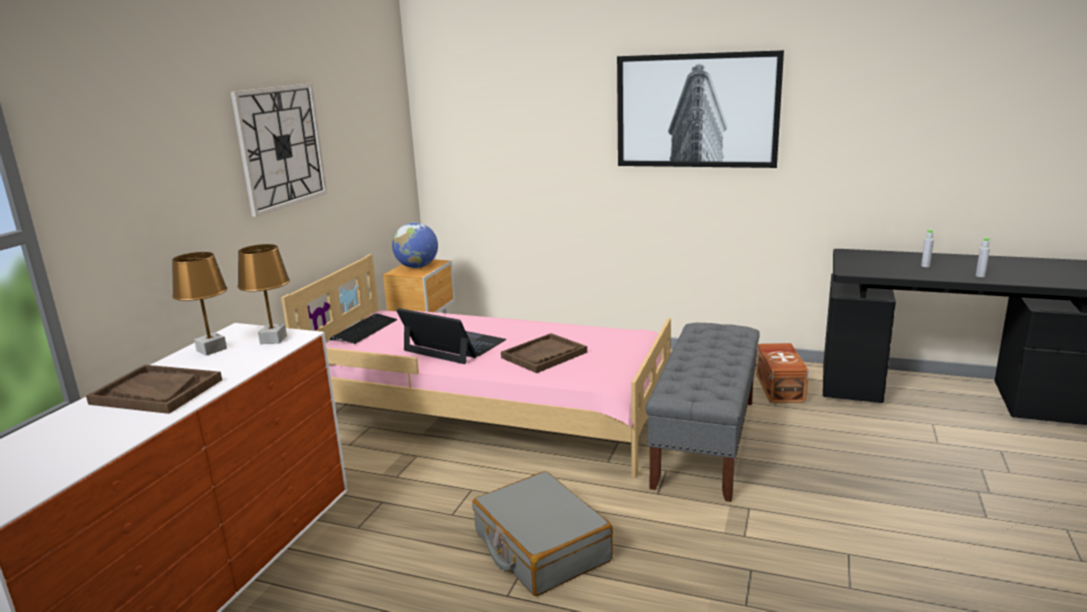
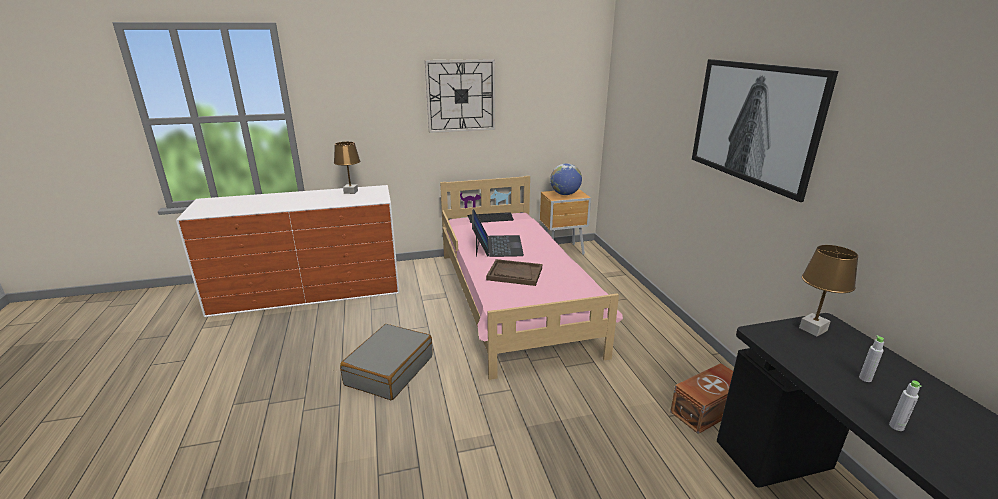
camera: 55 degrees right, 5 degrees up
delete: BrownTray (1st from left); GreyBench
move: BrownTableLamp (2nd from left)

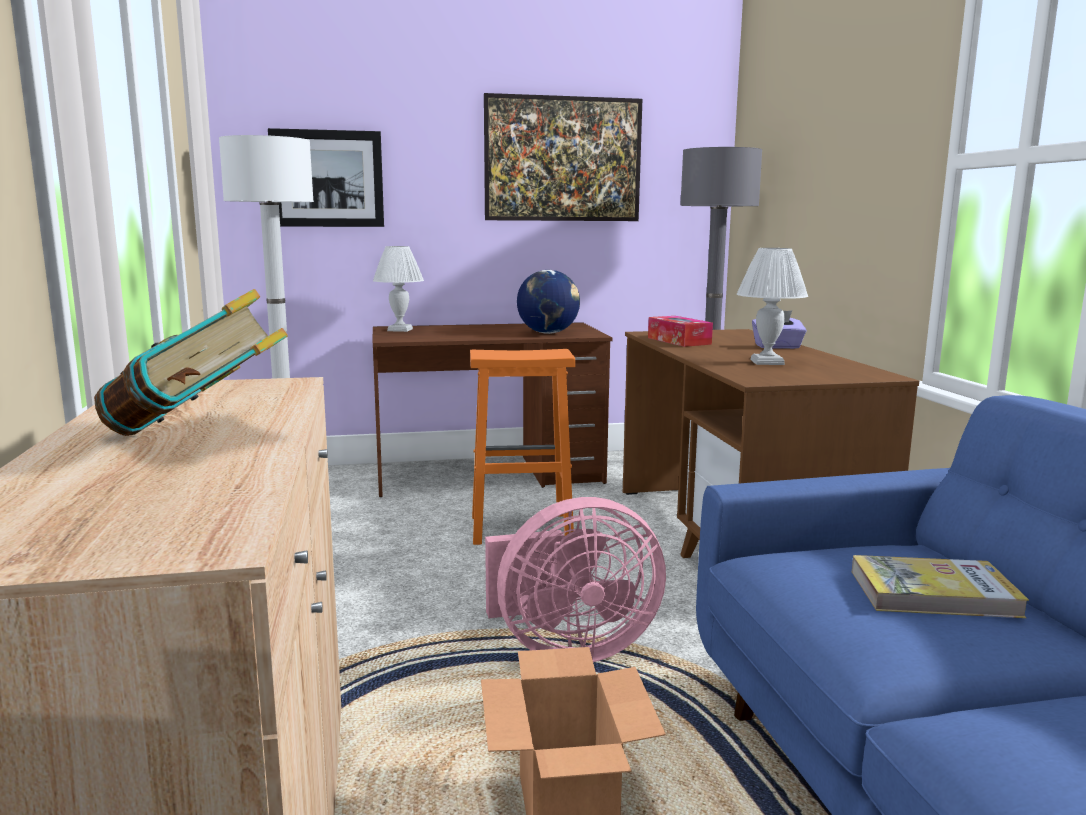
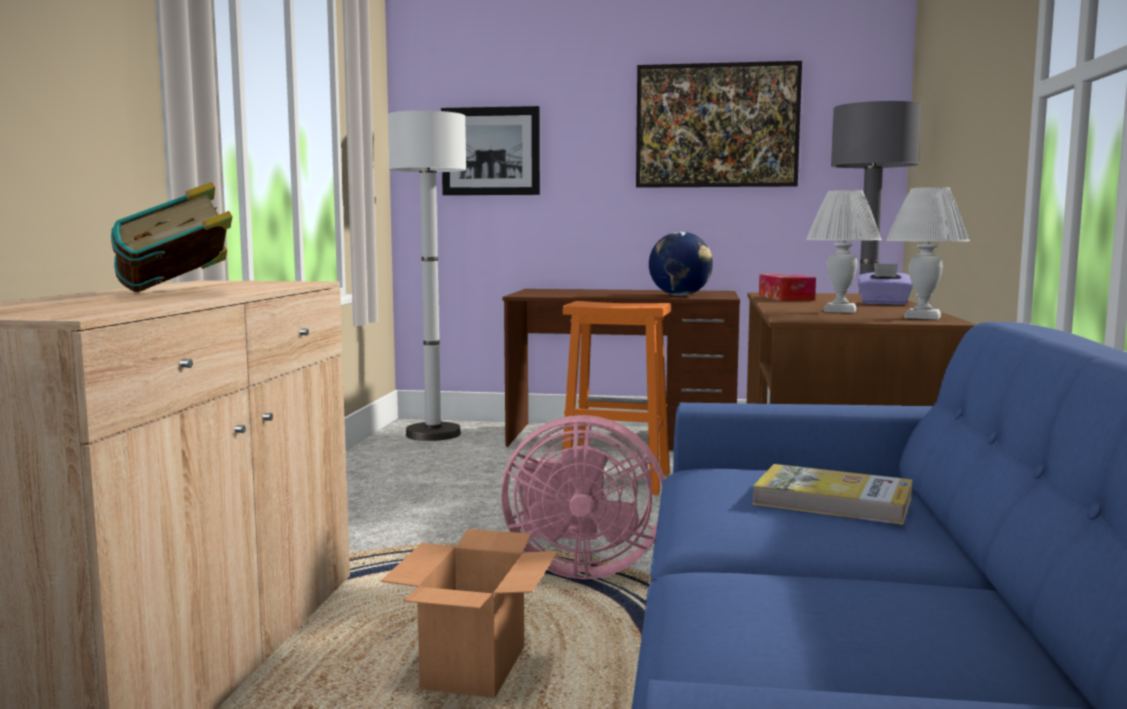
camera: 20 degrees right, 5 degrees down
move: WhiteTableLamp (1st from left in the first image) to WhiteTableLamp (2nd from left)

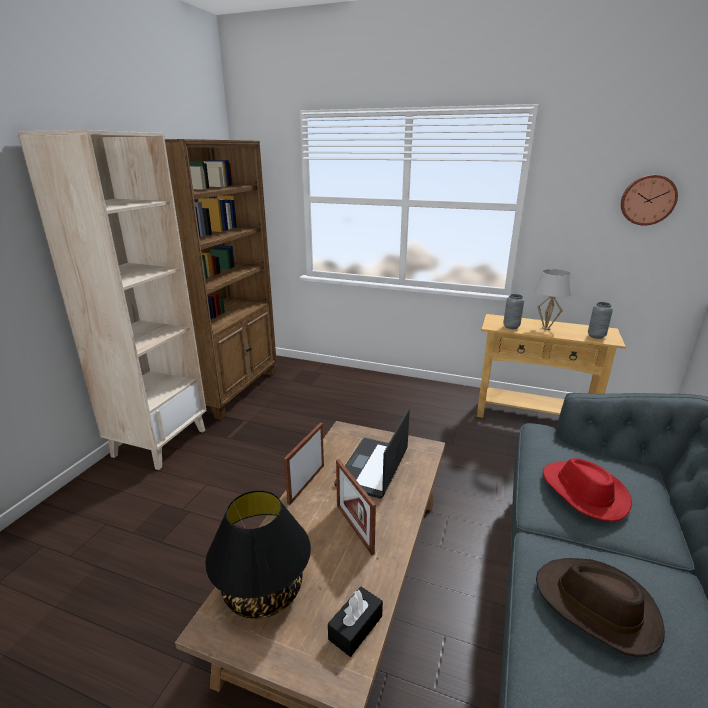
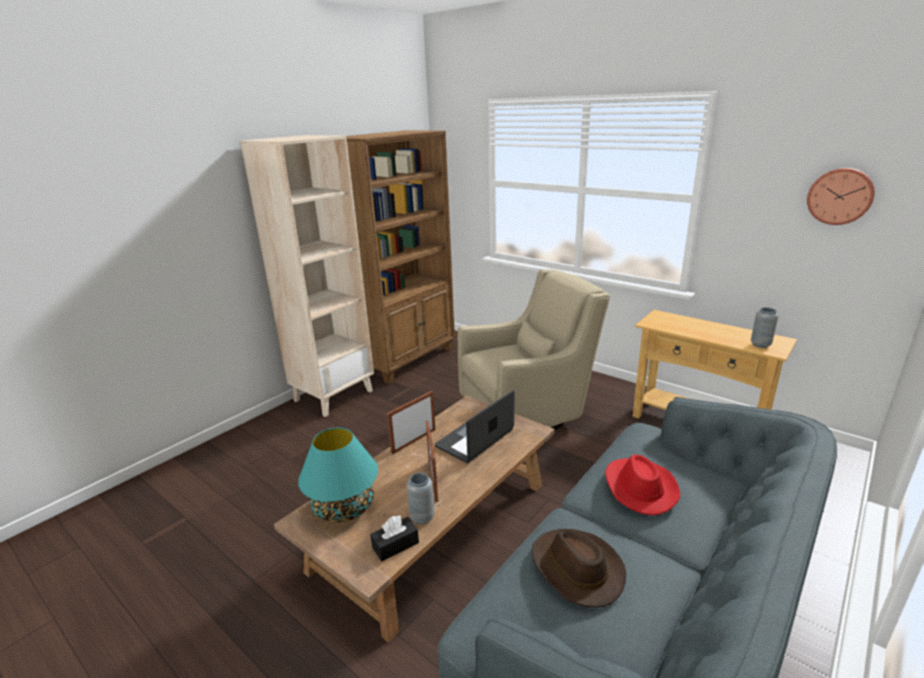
camera: 20 degrees right, 0 degrees up
delete: WhiteTableLamp
insert: BeigeArmchair
move: GreyVase (1st from left)
recolor: BlackTableLamp to TurquoiseTableLamp

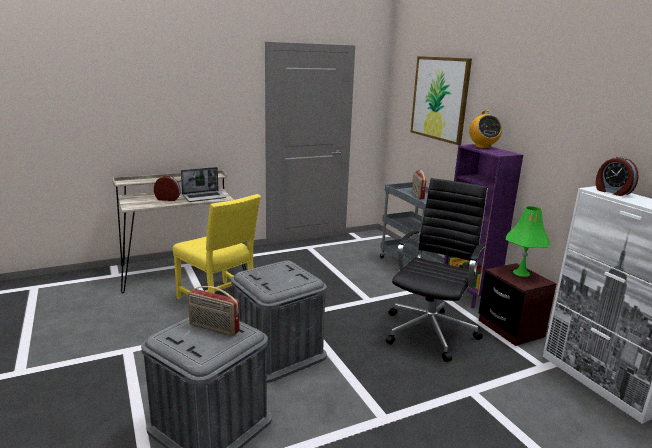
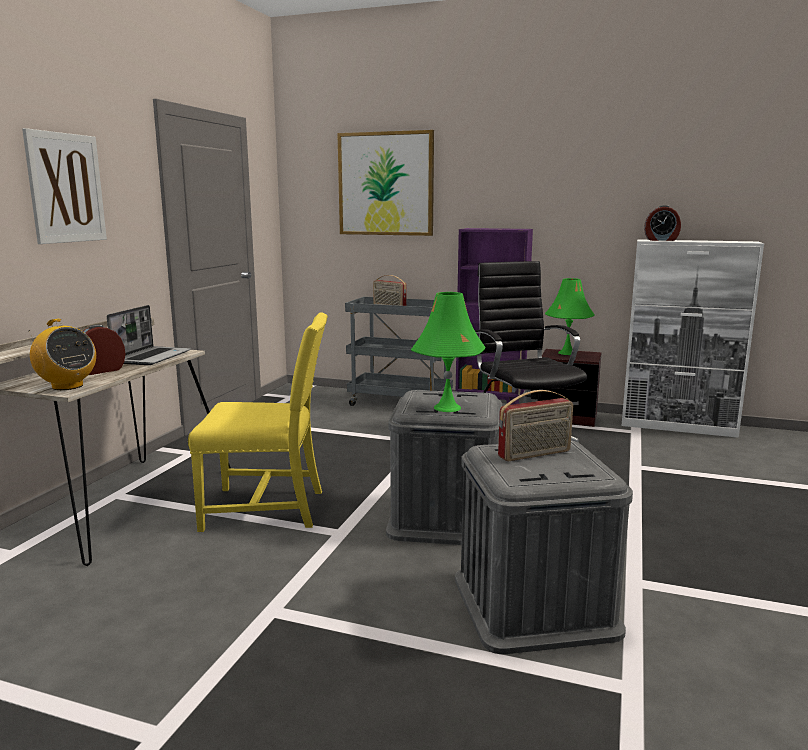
camera: 45 degrees left, 5 degrees down
insert: Picture (1st from left); GreenTableLamp (1st from left)
move: Radio (3rd from left in the first image) to Radio (1st from left)

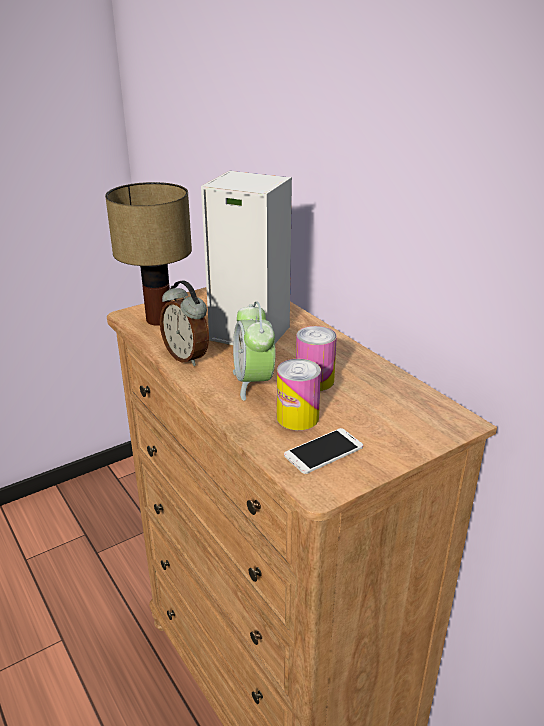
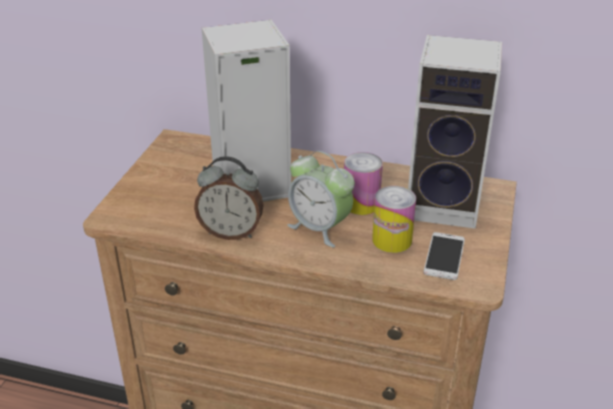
camera: 40 degrees left, 5 degrees up
delete: TableLamp
insert: Speaker (2nd from left)

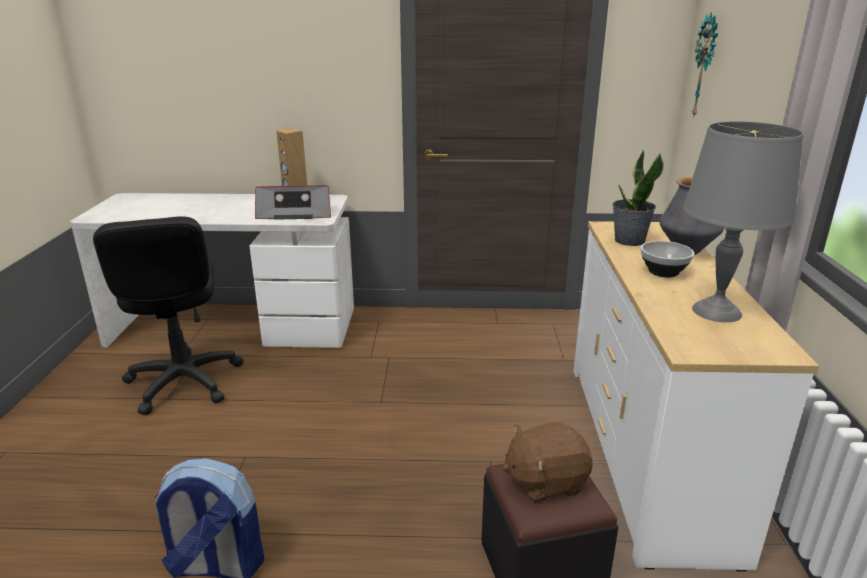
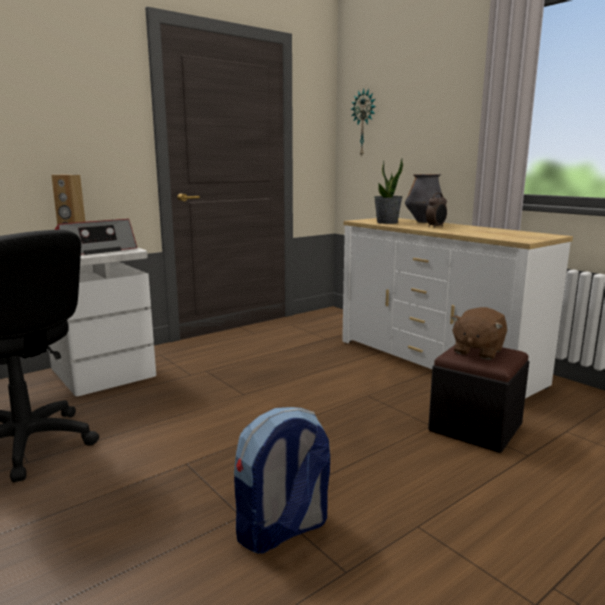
camera: 40 degrees left, 10 degrees down
delete: GreyTableLamp
replace: Bowl to AlarmClock

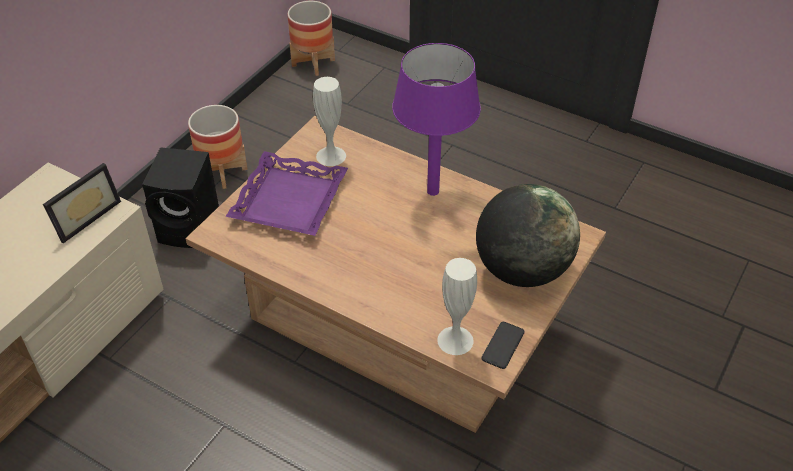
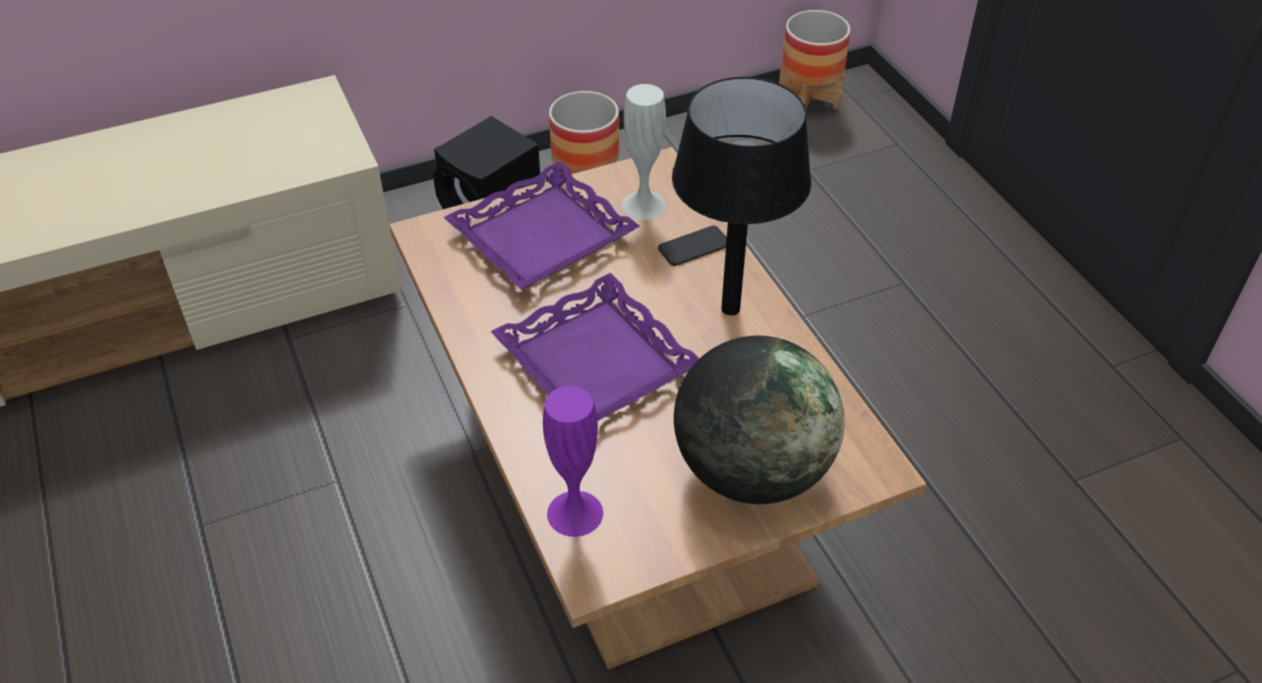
camera: 35 degrees right, 0 degrees up
delete: PictureFrame
insert: PurpleTray (2nd from left)
move: Phone
recolor: PurpleTableLamp to BlackTableLamp; WhiteVase (2nd from left) to PurpleVase

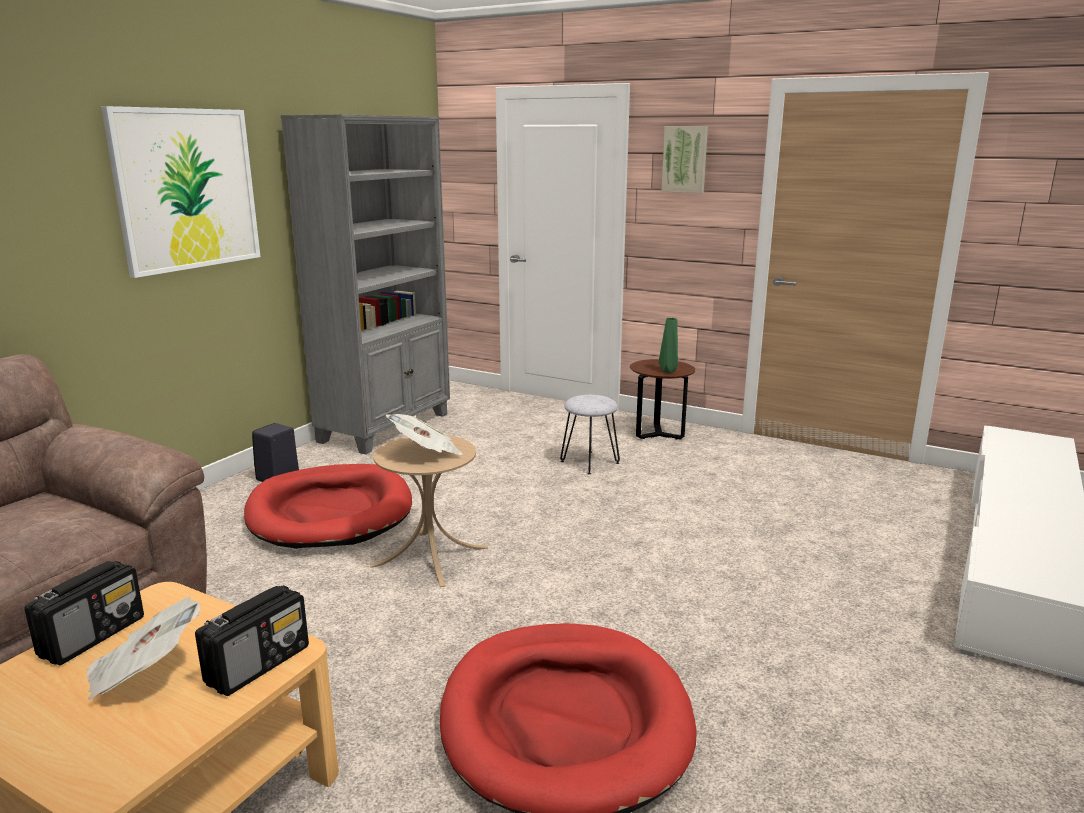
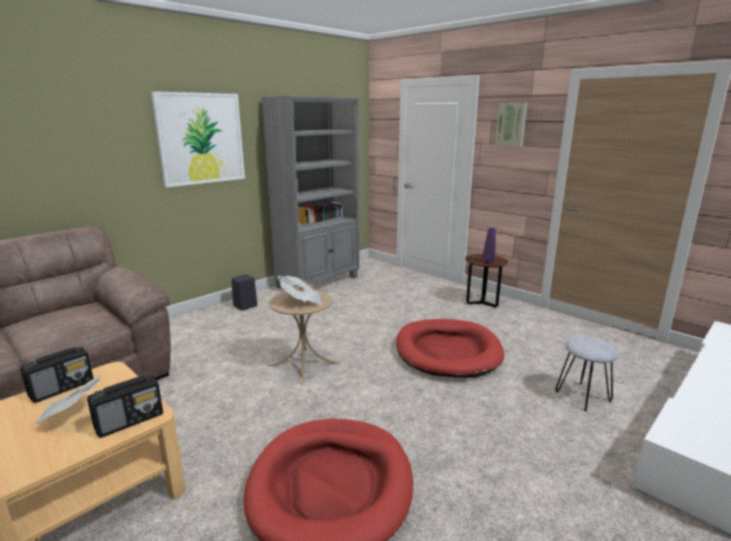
camera: 15 degrees right, 0 degrees up
move: RedDogBed (1st from left in the first image) to RedDogBed (2nd from left); GreyStool
recolor: GreenVase to PurpleVase

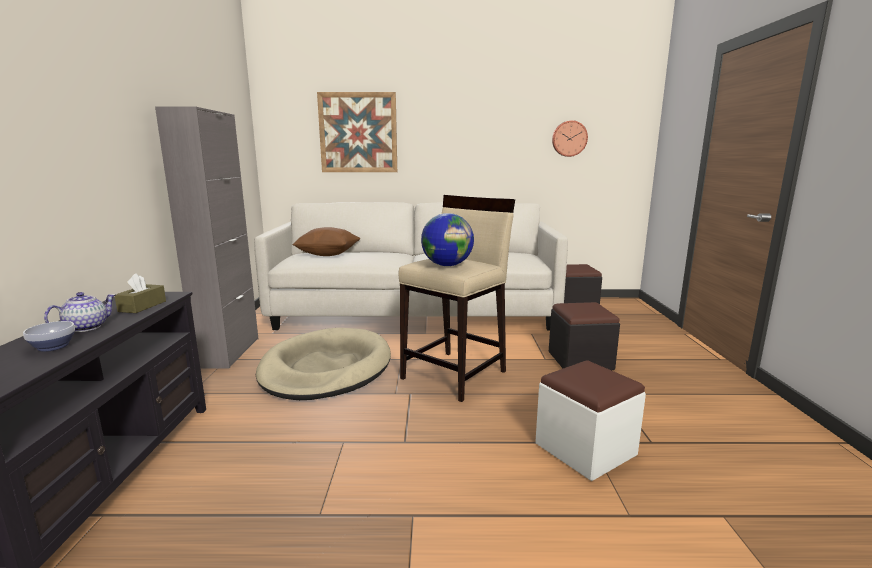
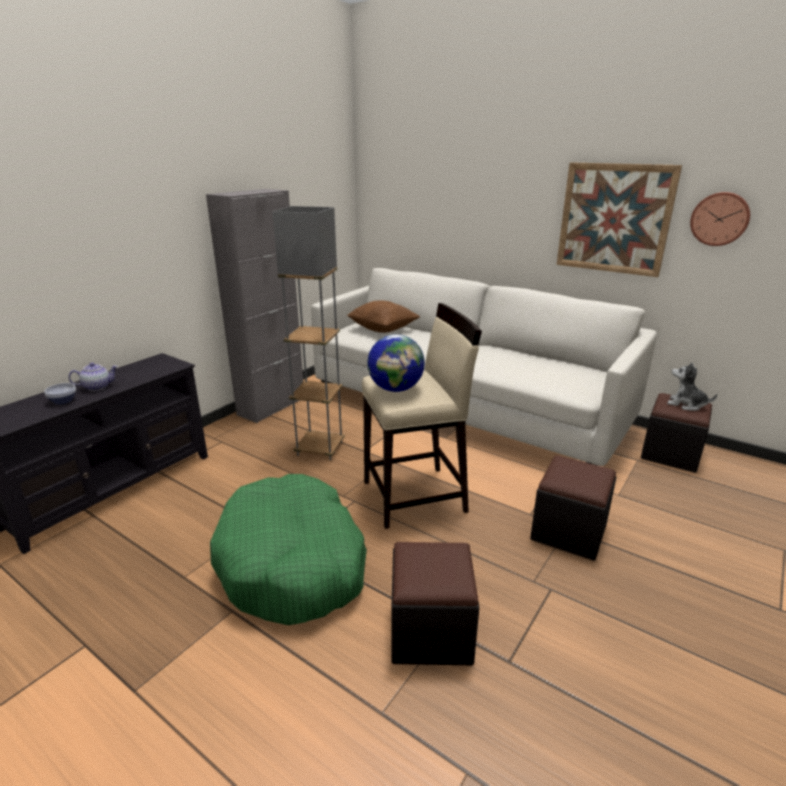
camera: 35 degrees right, 10 degrees up
delete: BrownTissueBox
insert: GreenDogBed; PlushToy
move: Picture
replace: BeigeDogBed to GreyFloorLamp
recolor: WhiteOttoman to BlackOttoman (1st from left)

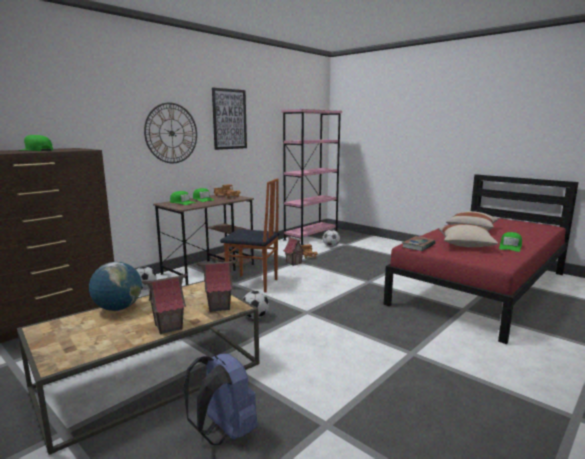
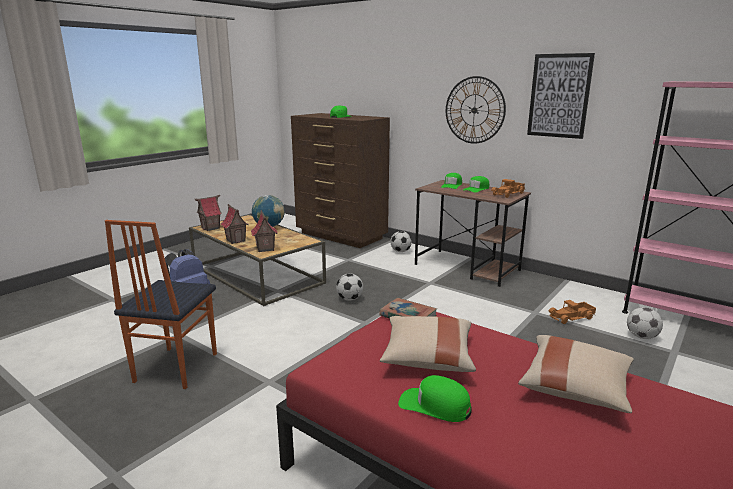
camera: 85 degrees right, 5 degrees up
move: Chair; ToyHouse (3rd from left in the first image) to ToyHouse (1st from left)

